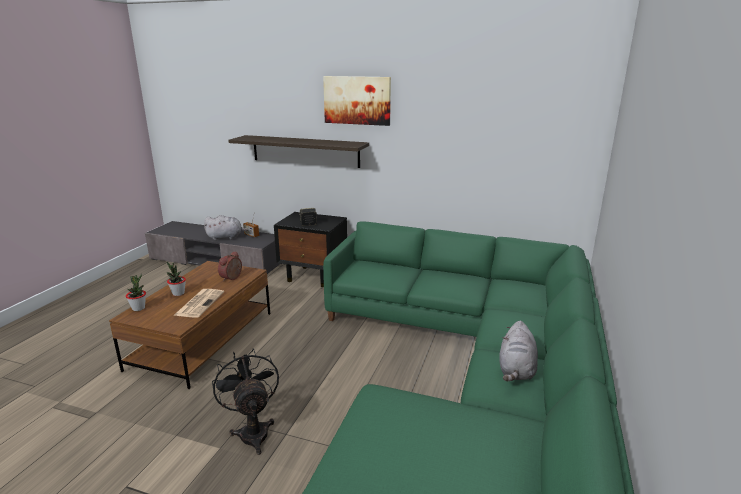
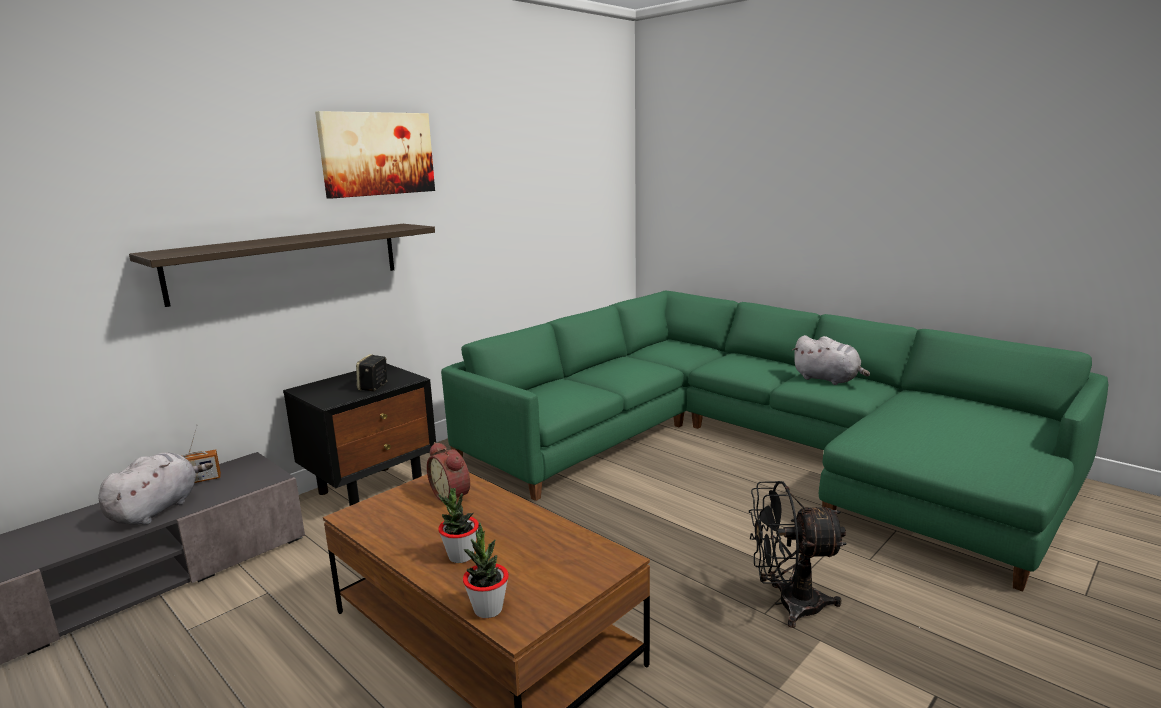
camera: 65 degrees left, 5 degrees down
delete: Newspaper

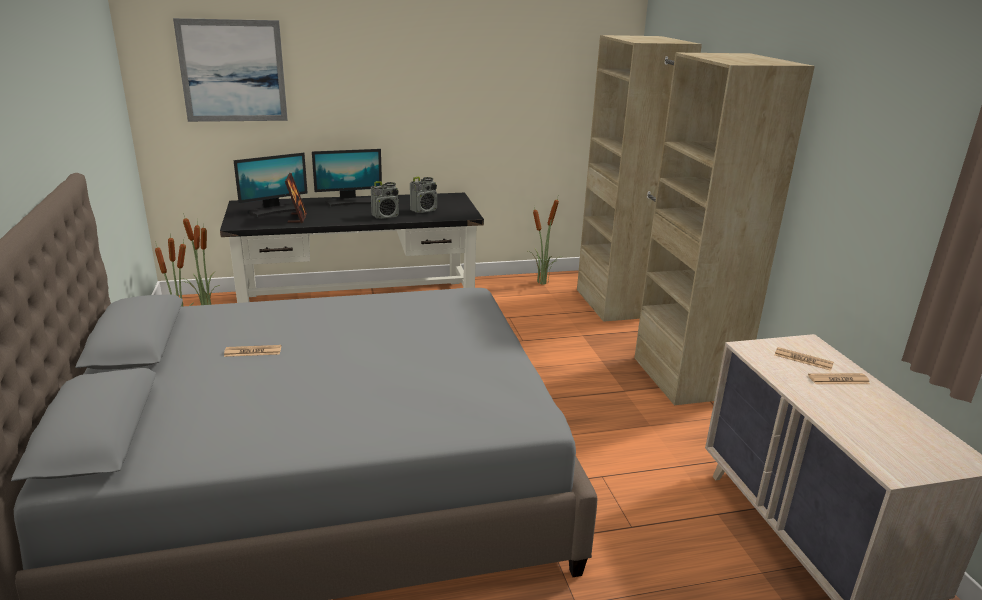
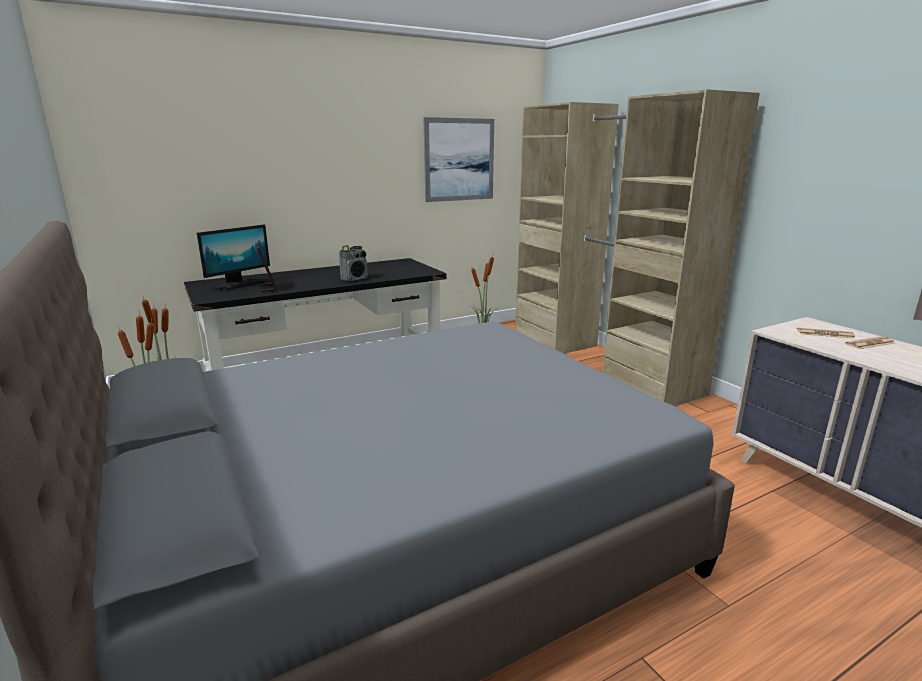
camera: 15 degrees left, 5 degrees down
delete: Newspaper (1st from left); Monitor (2nd from left); Radio (2nd from left)
move: Picture

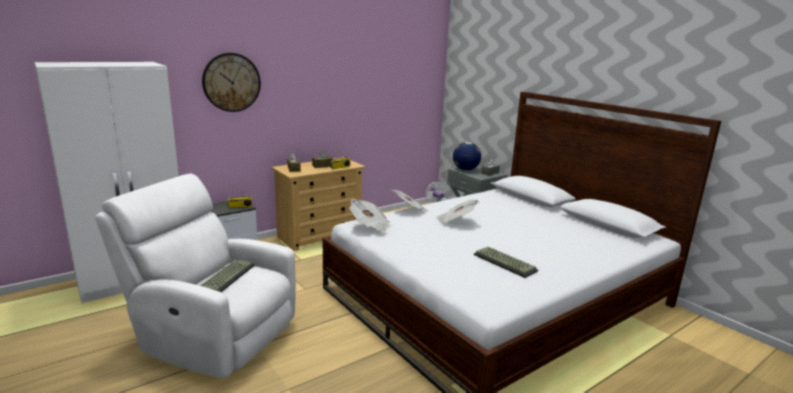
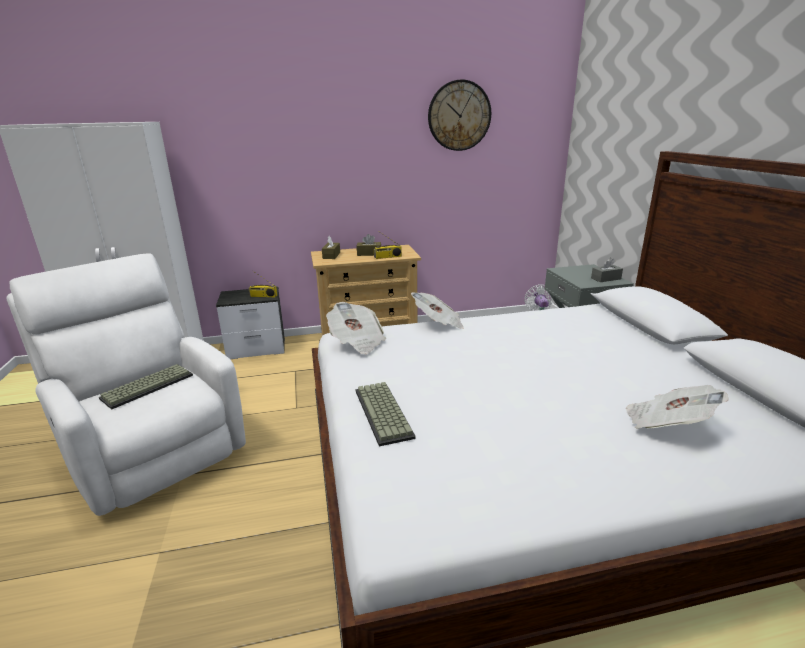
camera: 25 degrees right, 5 degrees up
delete: Globe
move: WallClock; Newspaper (3rd from left); Keyboard (2nd from left)

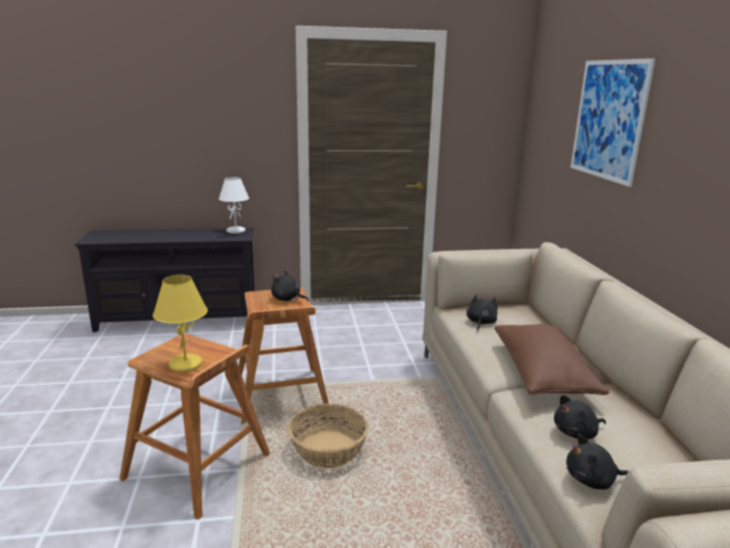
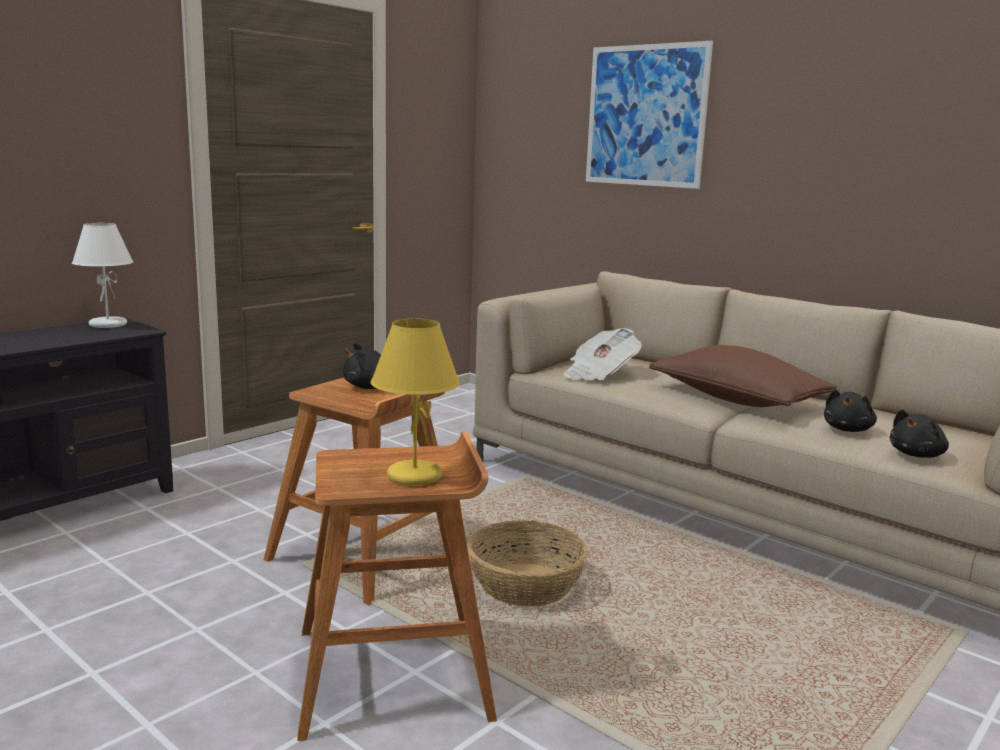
camera: 40 degrees left, 5 degrees down
replace: BlackPlushToy (2nd from left) to Newspaper

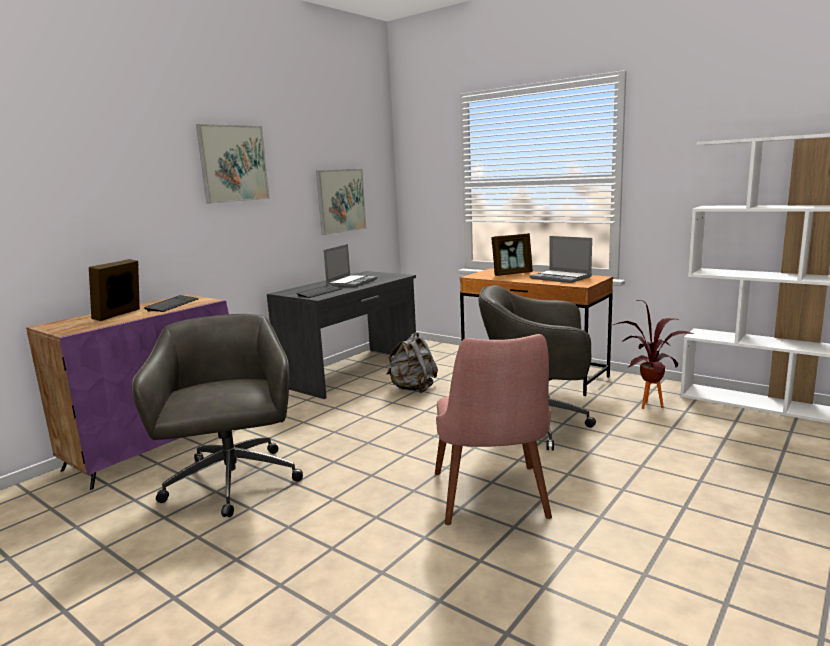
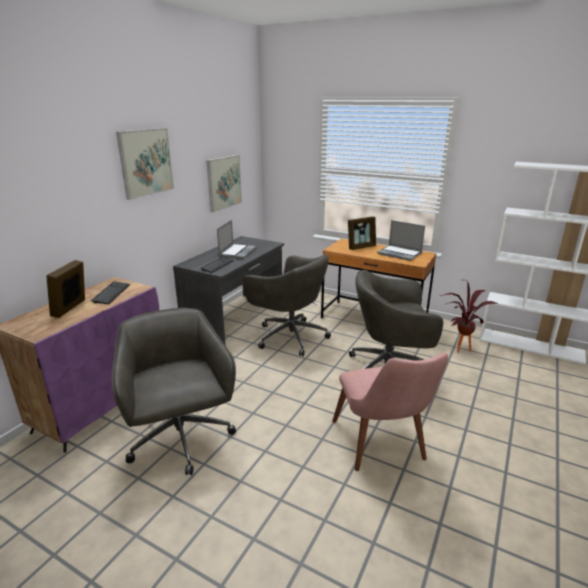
camera: 10 degrees left, 10 degrees up
replace: GreyBackpack to GreyOfficeChair (2nd from left)

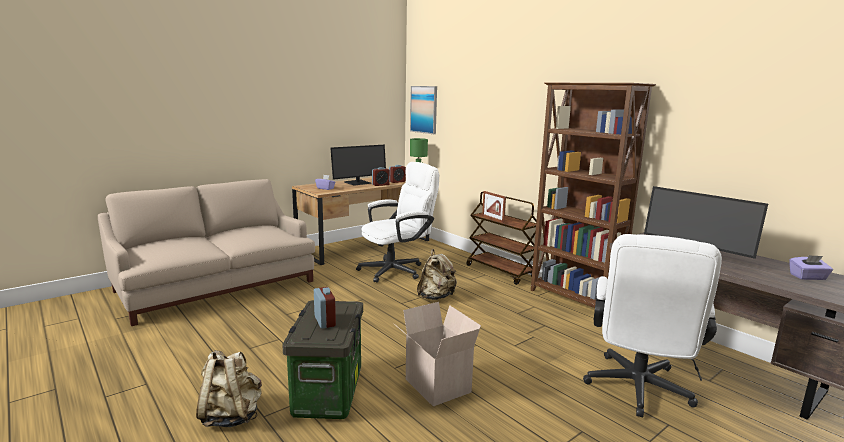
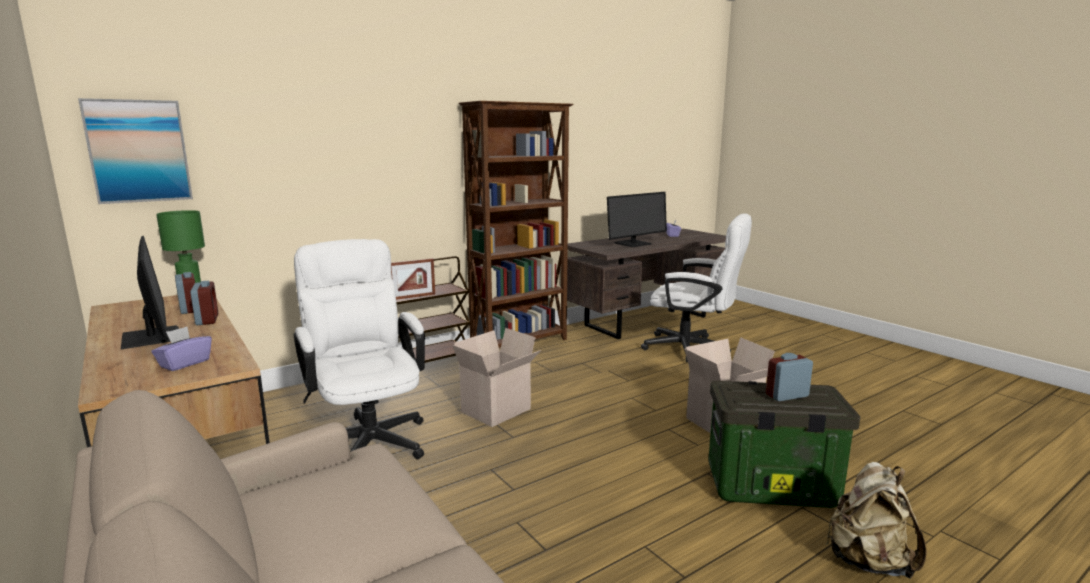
camera: 85 degrees left, 0 degrees up
replace: BeigeBackpack (2nd from left) to CardboardBox (1st from left)

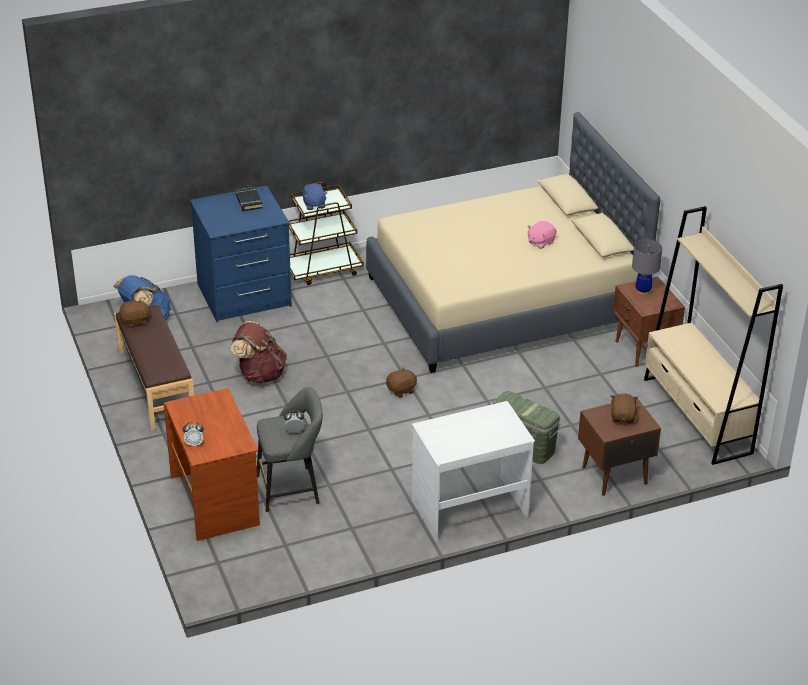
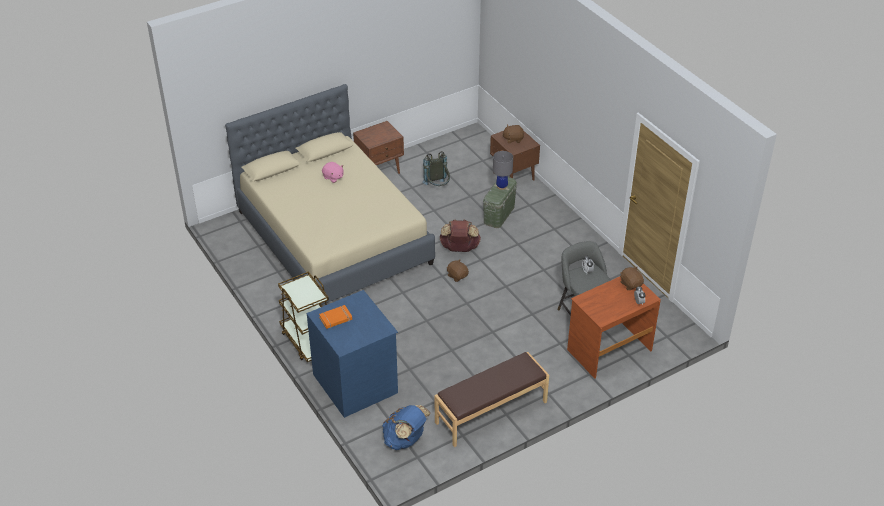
camera: 100 degrees left, 5 degrees up
delete: BluePlushToy; WhiteDesk; BeigeBookcase
insert: GreyBackpack
move: BrownPlushToy (1st from left in the first image) to BrownPlushToy (3rd from left); BrownBackpack; GreyTableLamp
recolor: BlackBook to OrangeBook

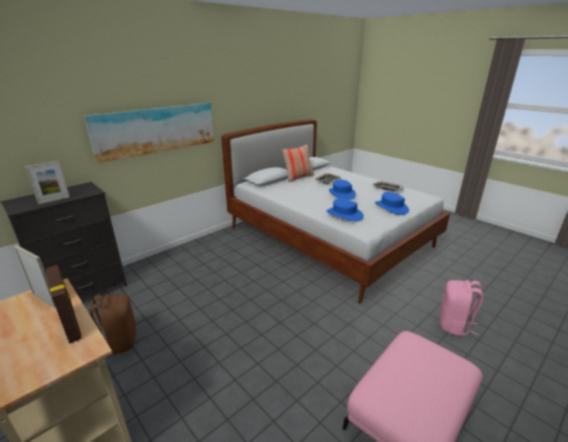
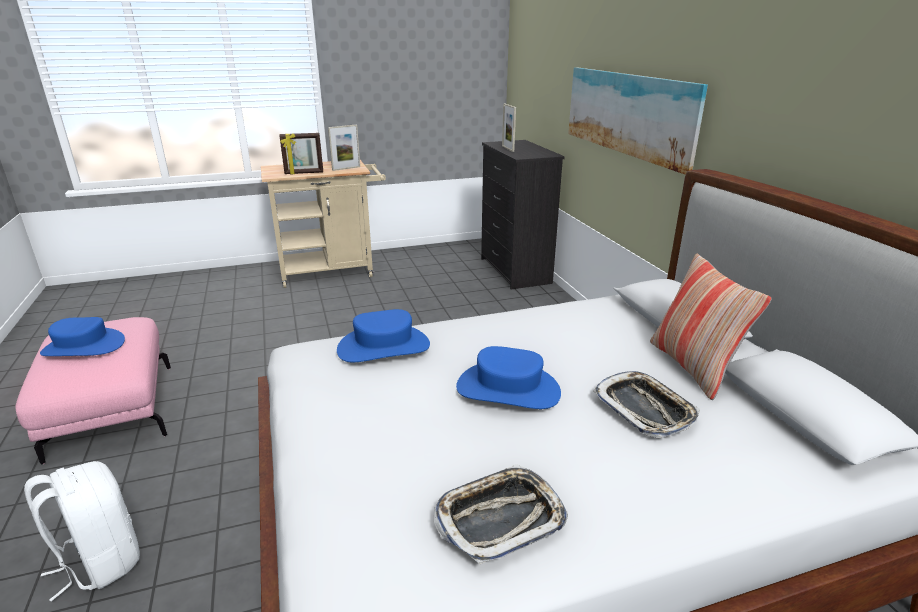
camera: 115 degrees right, 0 degrees up
delete: BrownBackpack
move: BlueHat (3rd from left in the first image) to BlueHat (1st from left)
recolor: PinkBackpack to WhiteBackpack

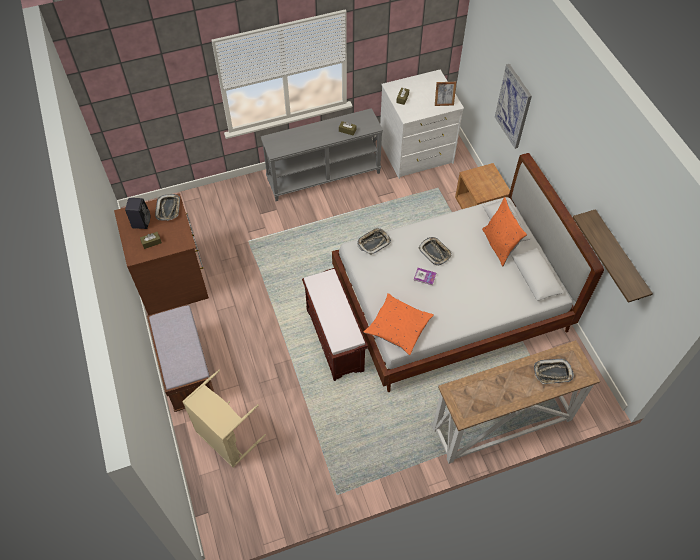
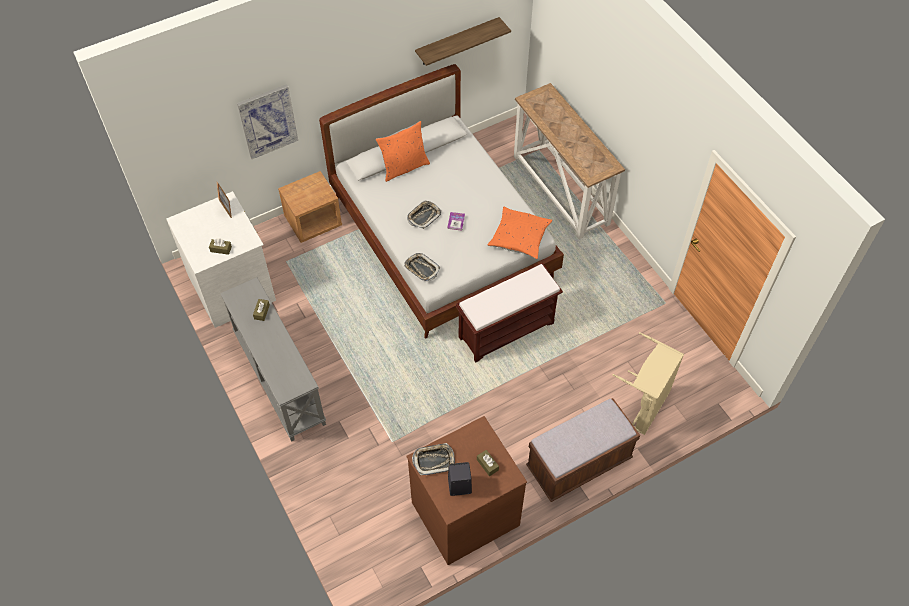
camera: 100 degrees left, 0 degrees up
delete: Tray (4th from left)

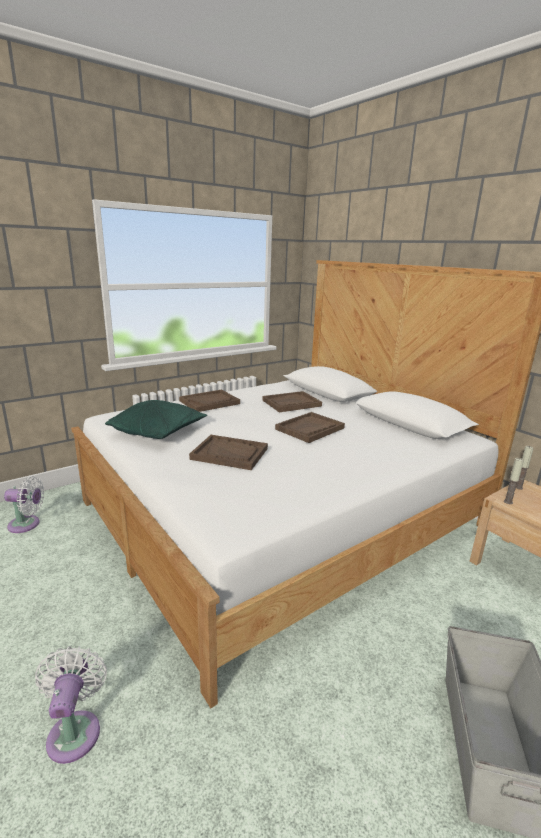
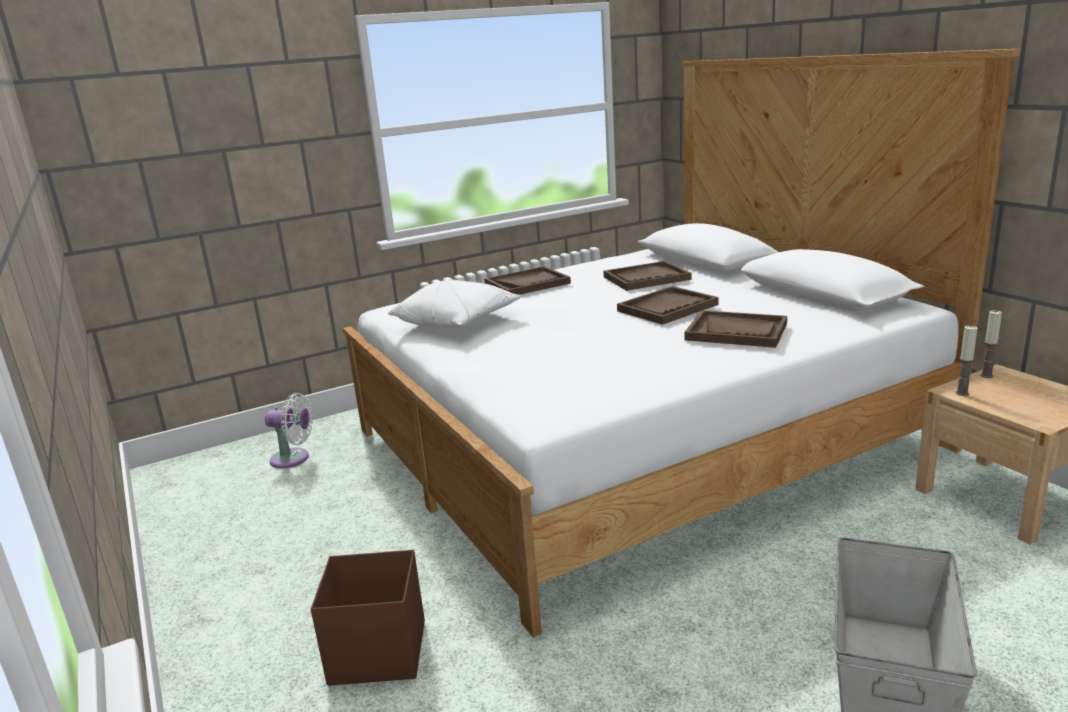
camera: 10 degrees right, 0 degrees up
move: BrownTray (2nd from left in the first image) to BrownTray (4th from left)
replace: WhiteFan (2nd from left) to BrownStorageBox
recolor: GreenPillow to WhitePillow

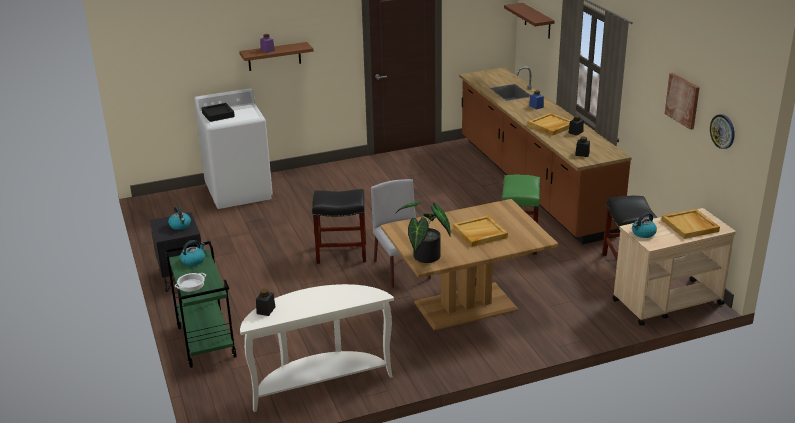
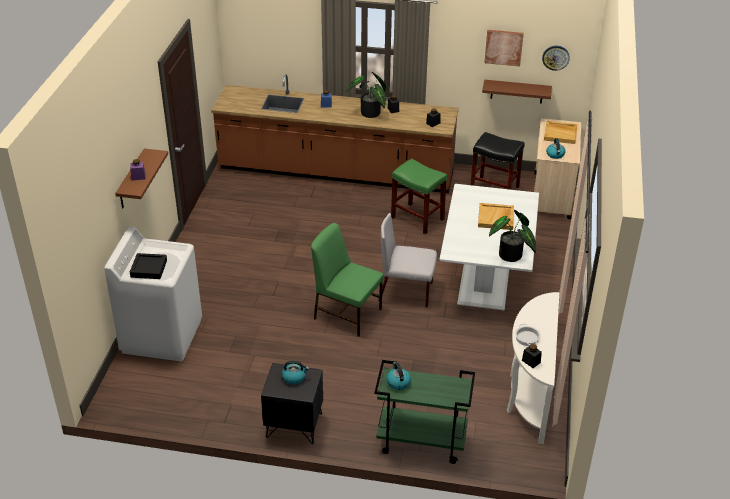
camera: 60 degrees left, 10 degrees up
move: CookingPot; BrownShelf (2nd from left)
replace: BlackStool (1st from left) to GreenChair; BeigeTray (2nd from left) to PottedPlant (1st from left)
recolor: BrownDiningTable to WhiteDiningTable

